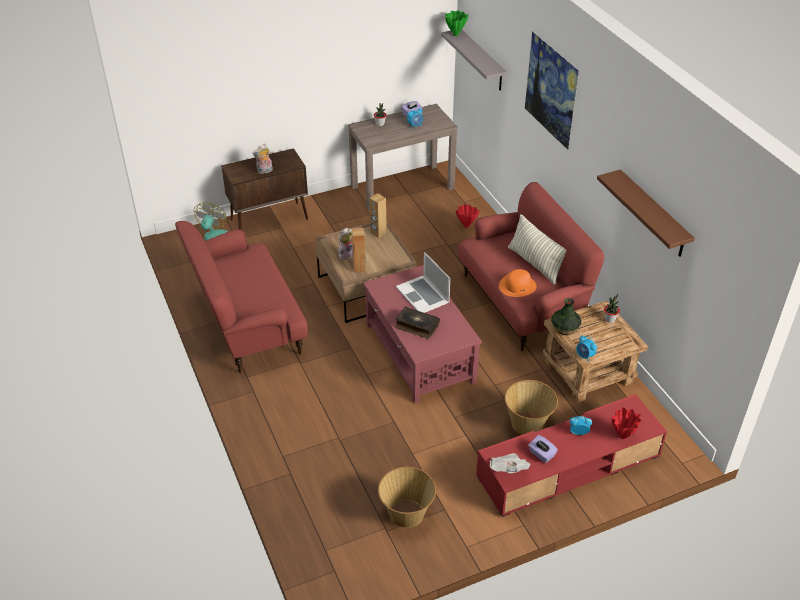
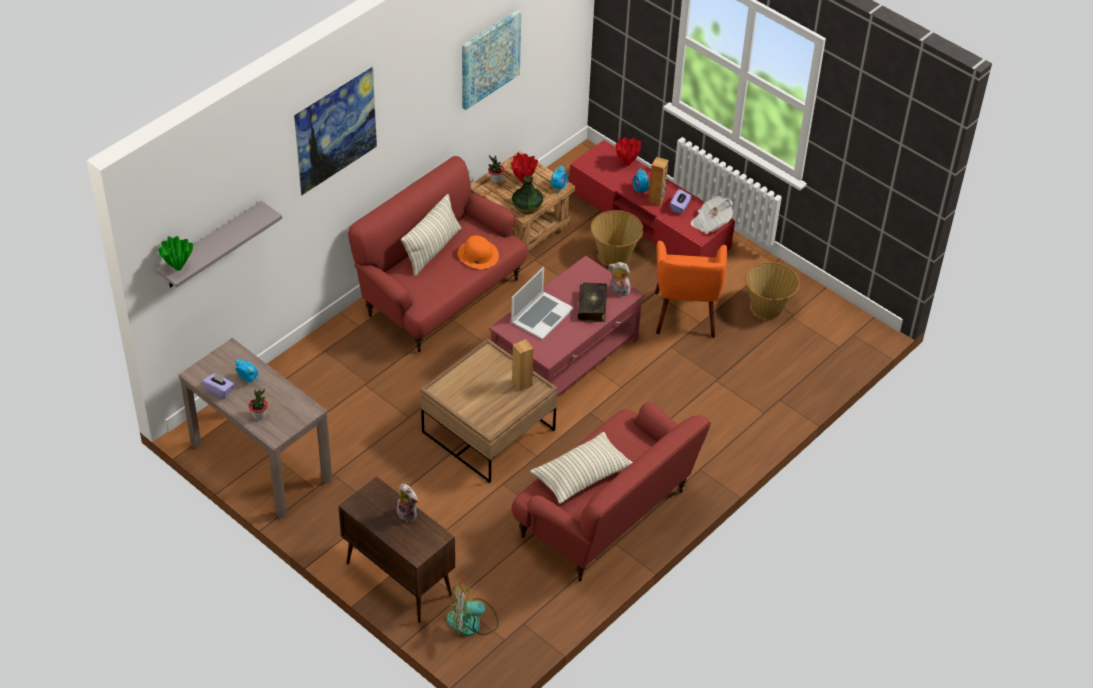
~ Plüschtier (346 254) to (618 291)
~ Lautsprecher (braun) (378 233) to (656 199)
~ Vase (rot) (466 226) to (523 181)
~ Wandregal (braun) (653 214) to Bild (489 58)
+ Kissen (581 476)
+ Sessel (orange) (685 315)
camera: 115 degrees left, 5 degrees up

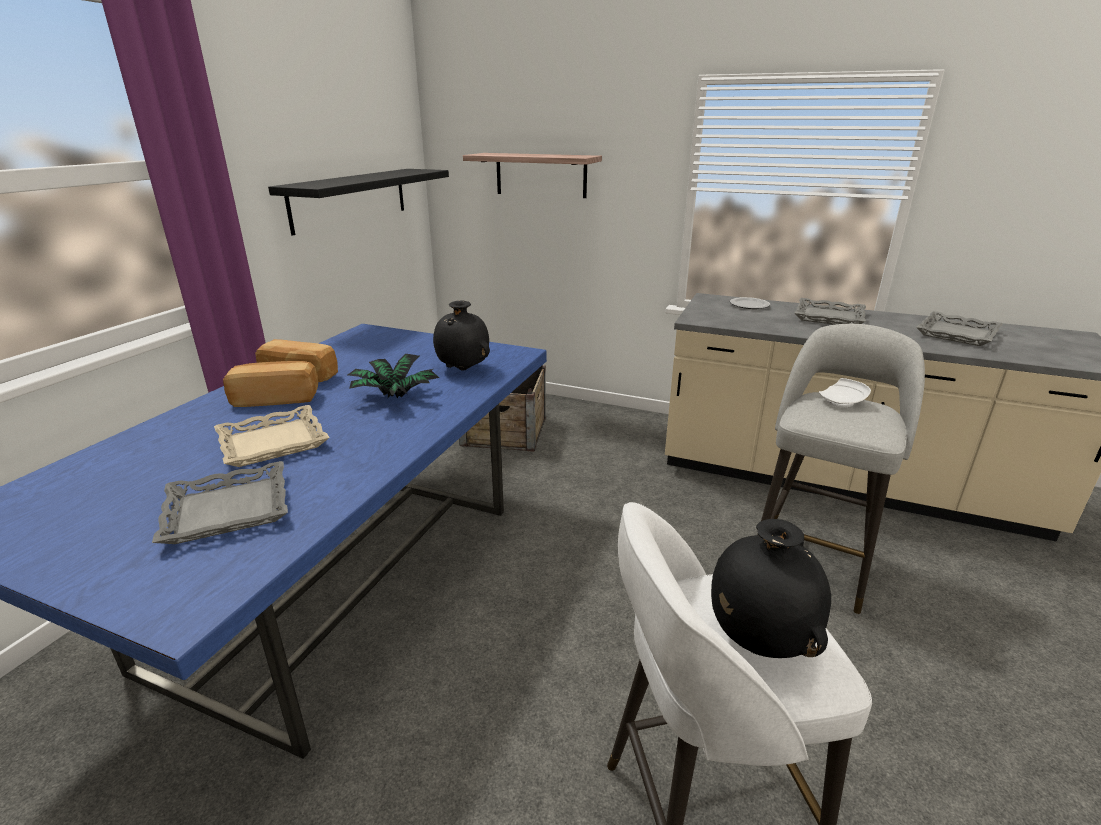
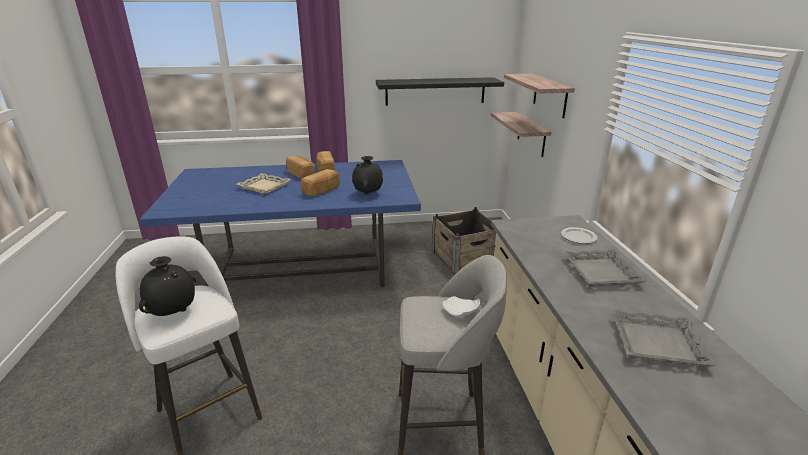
- Tablett (grau) (227 511)
~ Topfpflanze (393 397) to Brot (322 191)
+ Wandregal (531 134)
camera: 60 degrees right, 0 degrees up

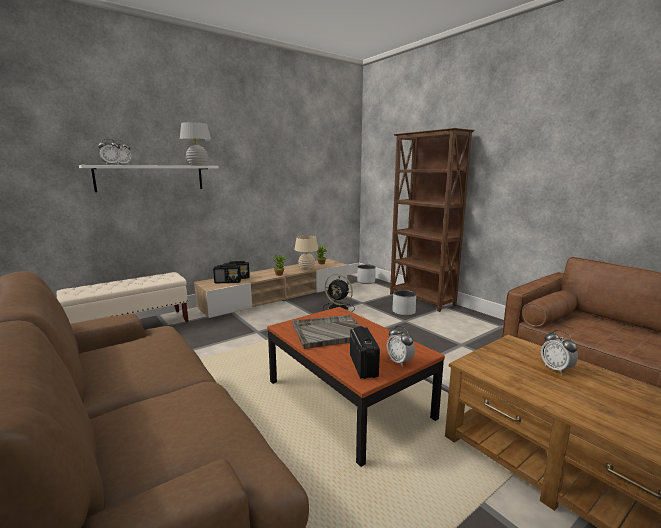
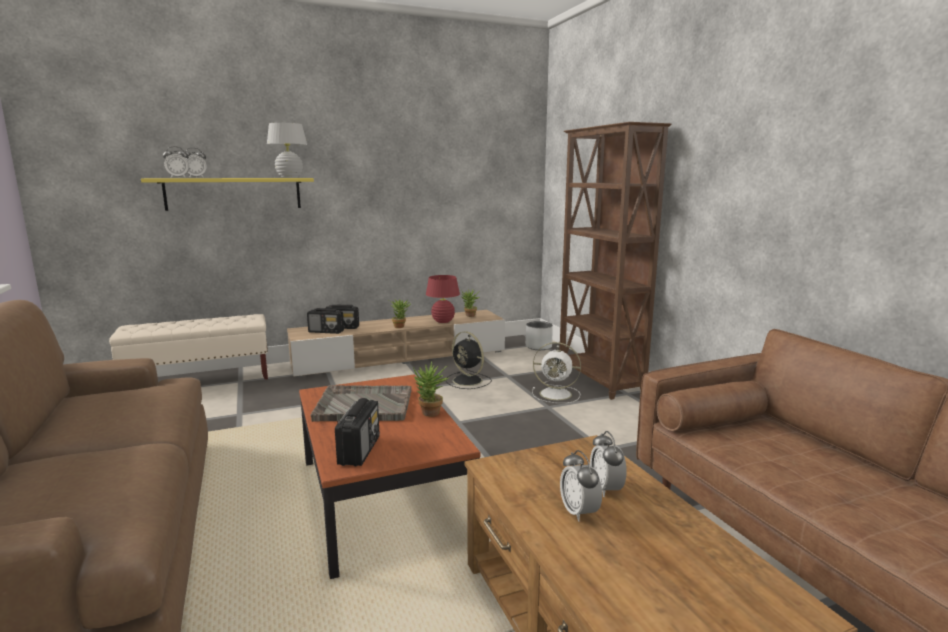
~ Wandregal (weiß) (151 178) to Wandregal (gelb) (234 193)
~ Tischlampe (beige) (306 268) to Tischlampe (rot) (443 321)
~ Wecker (399 362) to (579 512)
~ Pflanzkübel (grau) (403 312) to Ventilator (weiß) (557 394)
+ Topfpflanze (430 414)
camera: 15 degrees right, 0 degrees up

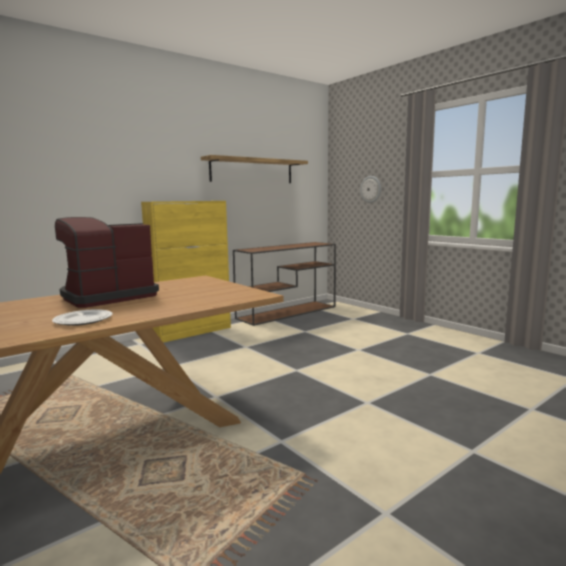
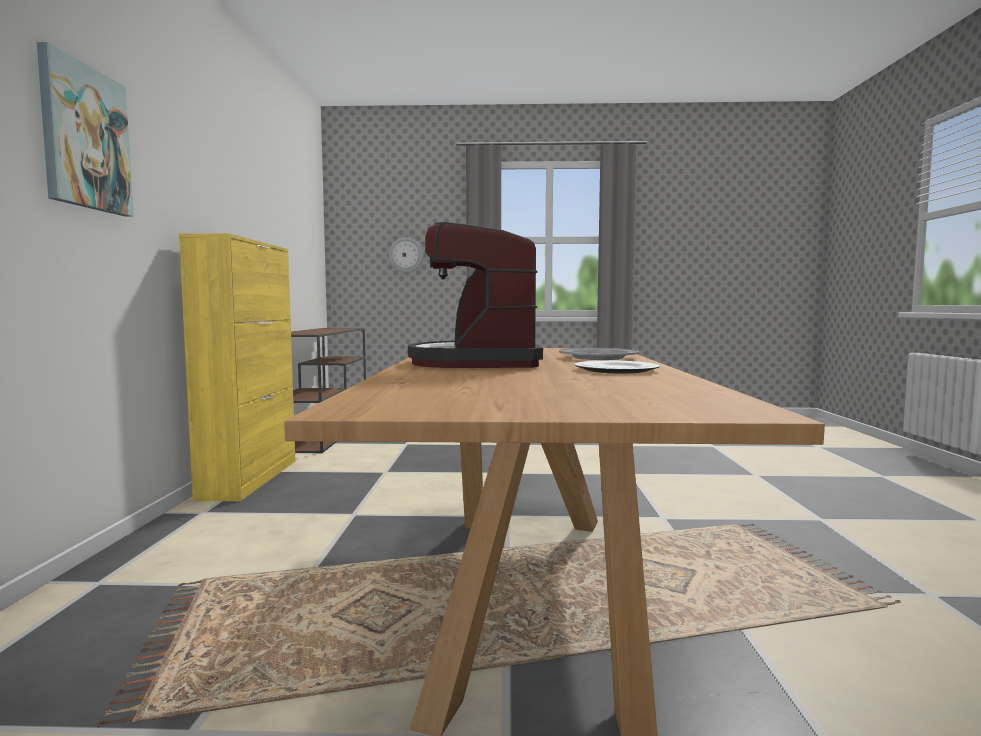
- Wandregal (252 171)
+ Bild (85 138)
+ Teller (grau) (598 358)
camera: 50 degrees left, 5 degrees down

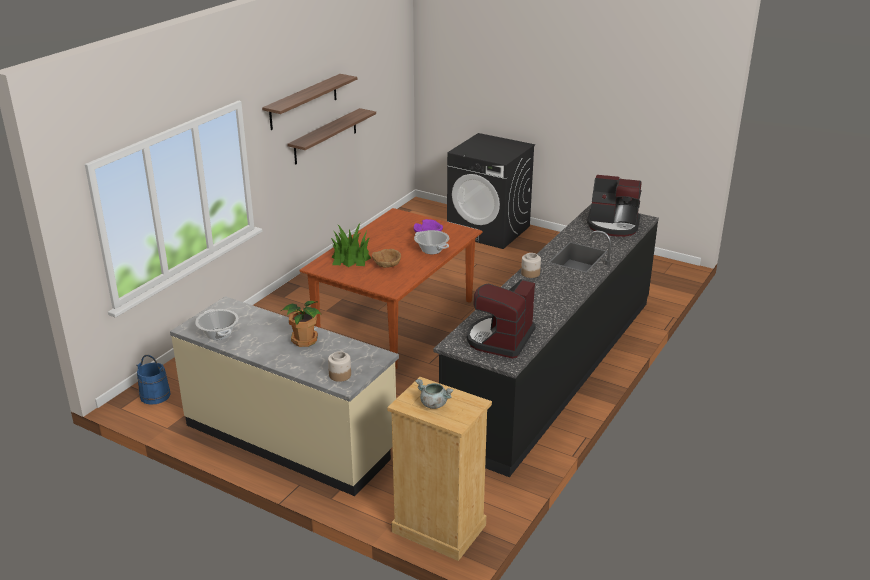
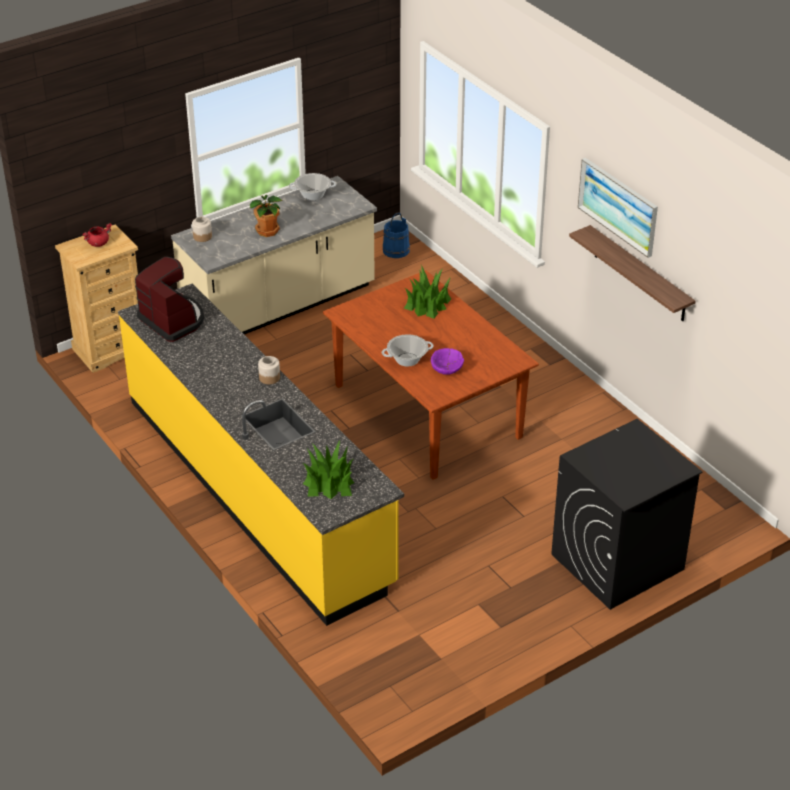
~ Wandregal (303 102) to Bild (618 206)
- Schüssel (braun) (387 264)
~ Kochtopf (grau) (433 404) to Kochtopf (rot) (98 243)
~ Küchenzeile (schwarz) (553 368) to Küchenzeile (gelb) (258 489)
~ Kaffeemaschine (613 225) to Topfpflanze (329 482)
camera: 115 degrees right, 10 degrees up

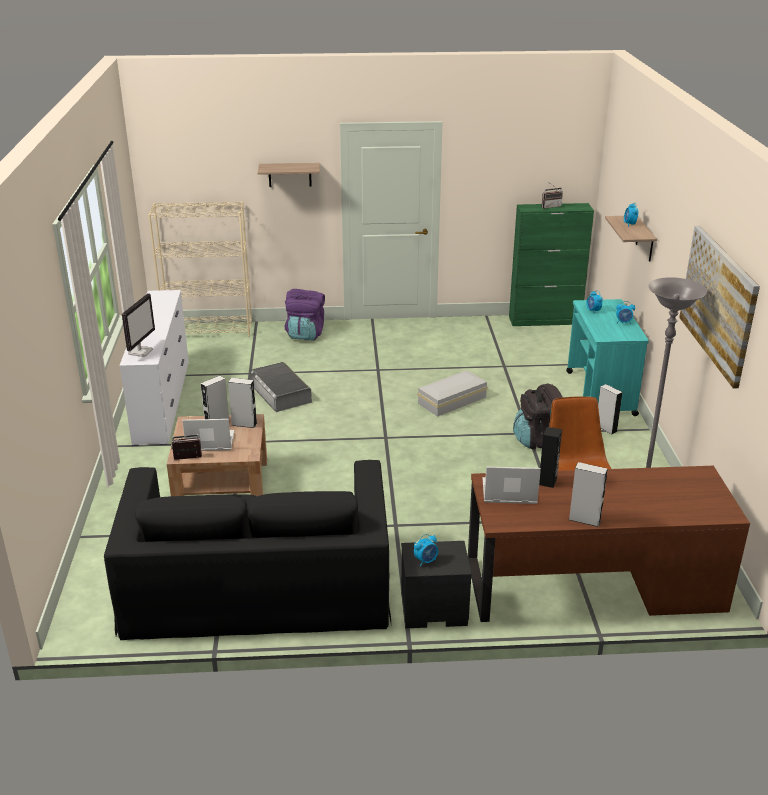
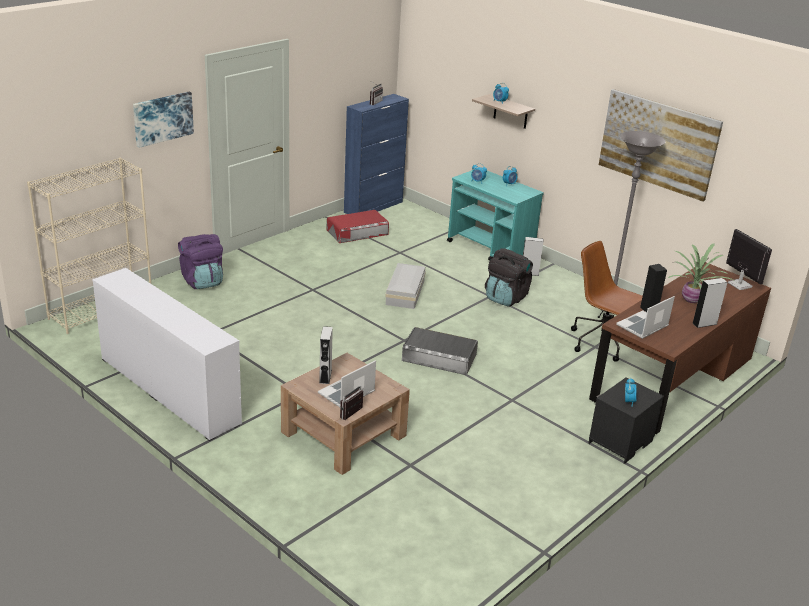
- Sofa (schwarz) (257 584)
~ Monitor (140 351) to (739 284)
- Lautsprecher (grau) (244 424)
~ Aufbewahrungsbox (grau) (281 393) to (439 357)
~ Wandregal (290 174) to Bild (162 118)
~ Schrank (grün) (545 320) to Schrank (blau) (374 207)
+ Aufbewahrungsbox (rot) (357 232)
+ Topfpflanze (692 300)
camera: 45 degrees left, 0 degrees up

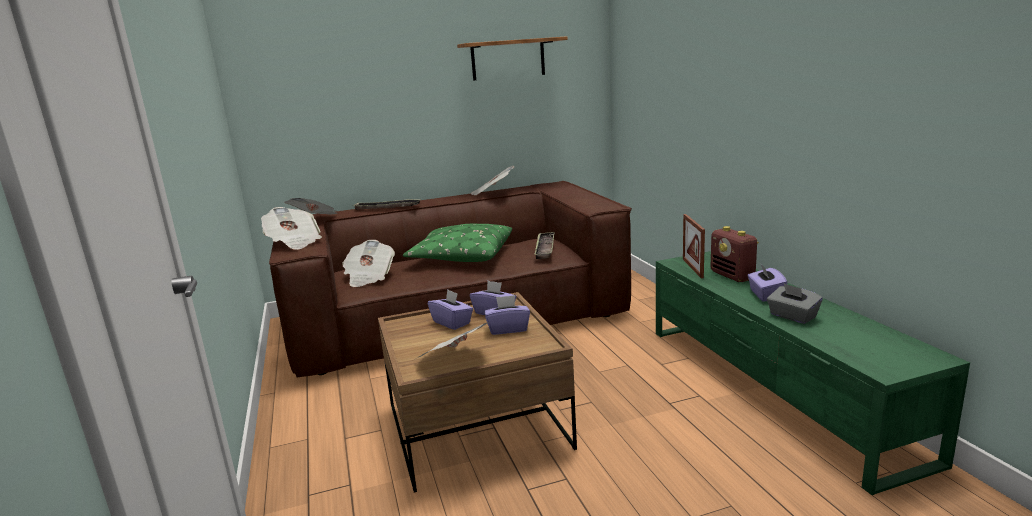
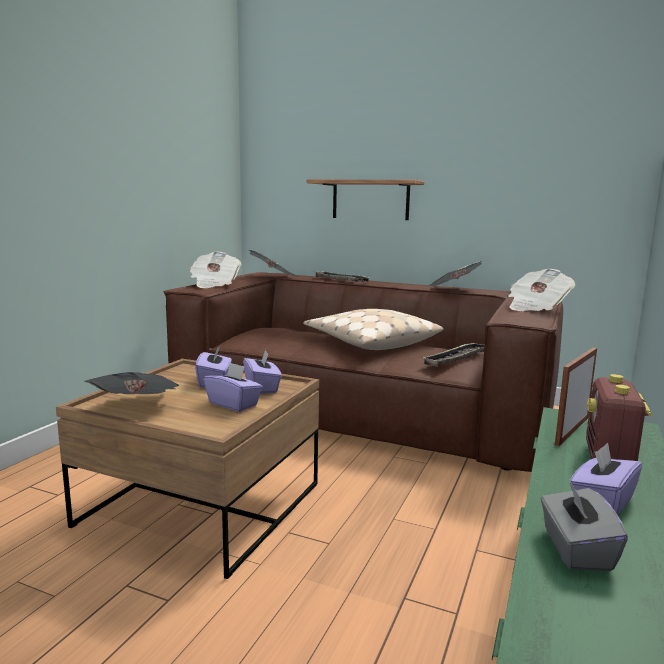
~ Zeitung (369 277) to (536 307)
~ Kissen (grün) (461 256) to Kissen (beige) (371 342)
~ Wandregal (508 59) to (370 200)
camera: 40 degrees right, 5 degrees down

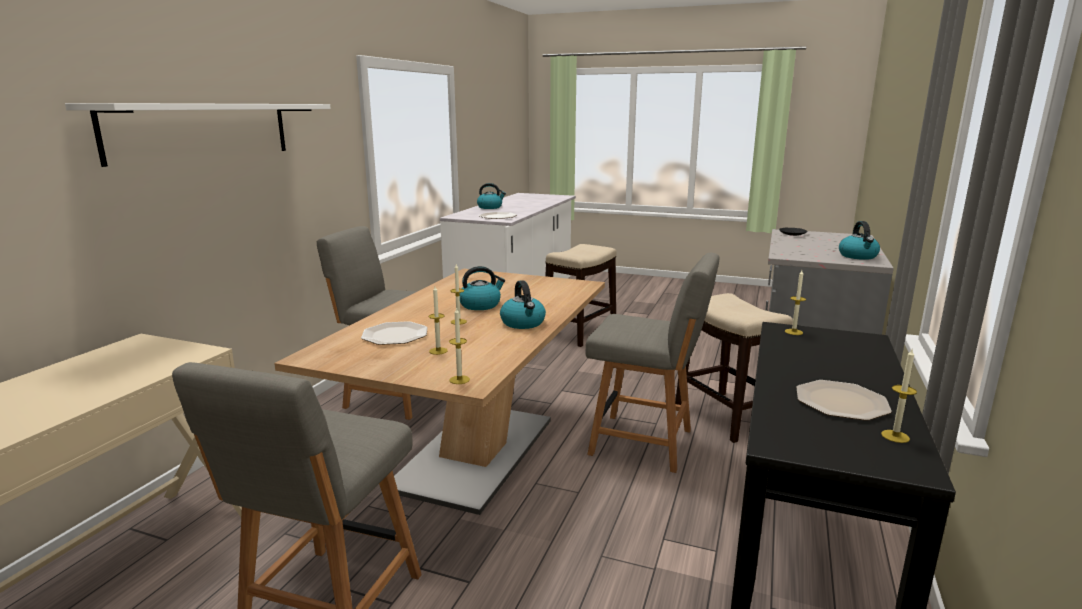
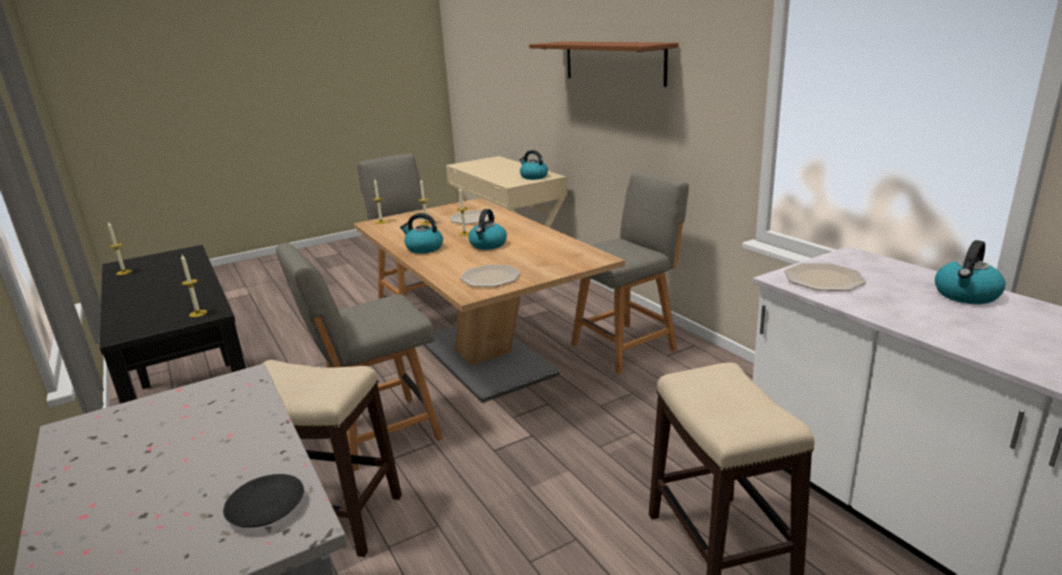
~ Wandregal (weiß) (202 131) to Wandregal (braun) (613 62)
~ Teller (841 402) to (490 277)
~ Wasserkessel (858 256) to (533 177)
camera: 130 degrees right, 5 degrees up

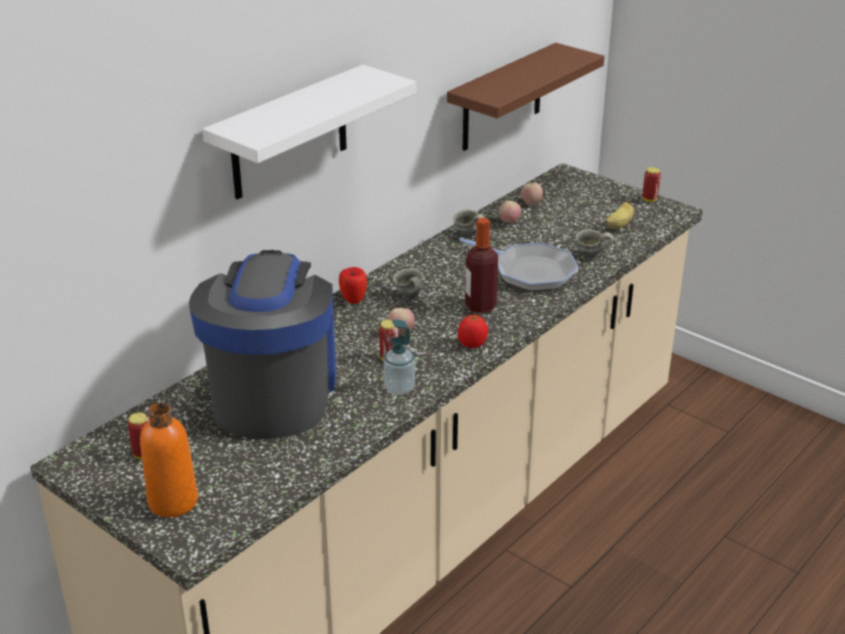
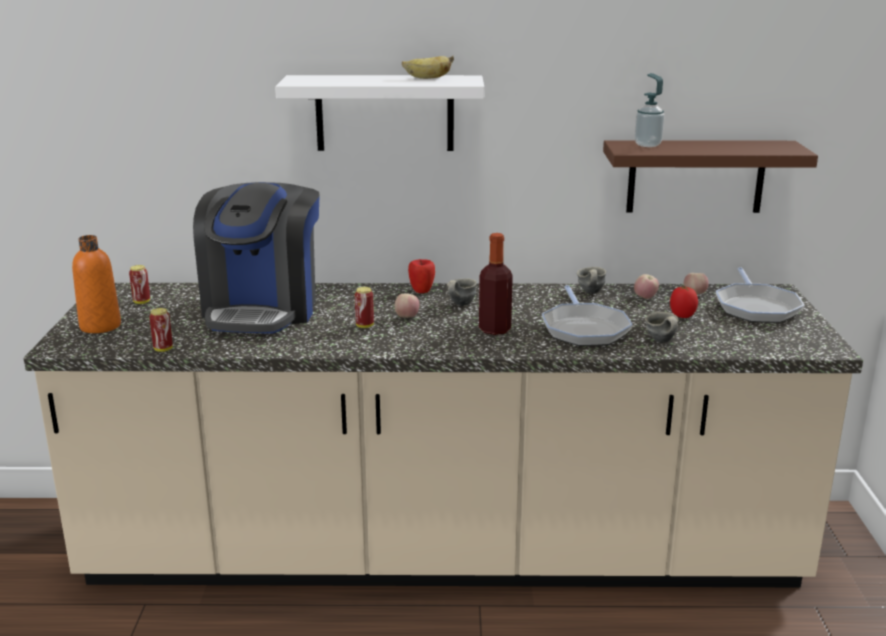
~ Kaffeemaschine (273 393) = (262 309) 135 degrees clockwise
~ Seifenspender (399 388) to (647 145)
~ Tomate (472 344) to (682 315)
~ Banane (619 225) to (427 78)
~ Dose (649 199) to (163 349)
+ Pfanne (756 307)
camera: 50 degrees right, 10 degrees down

